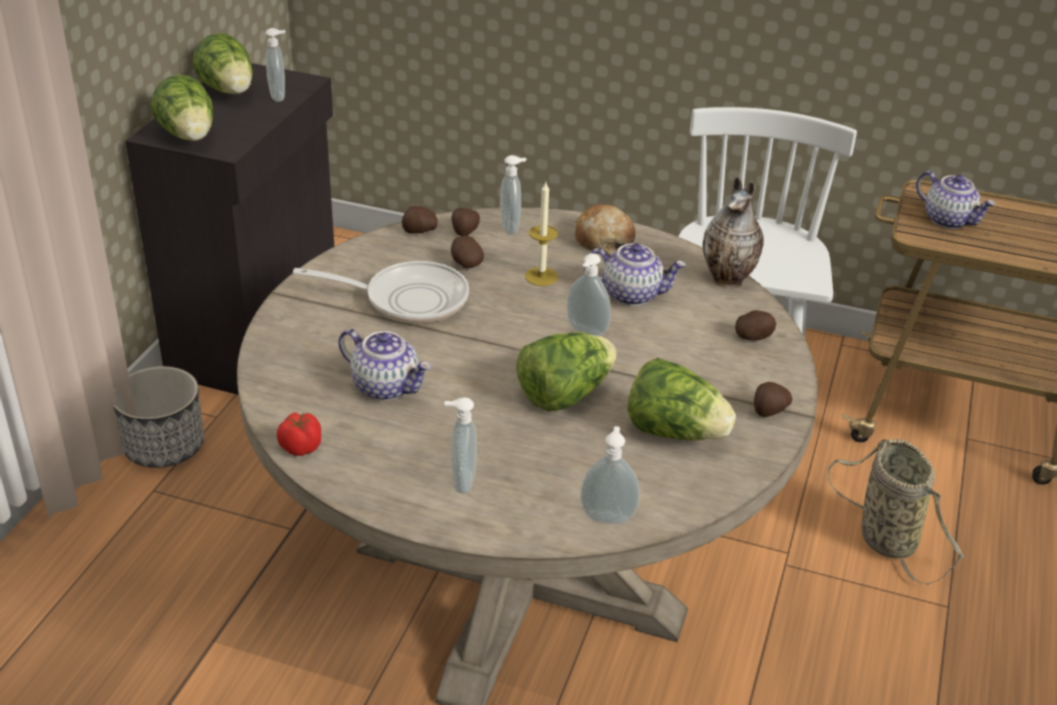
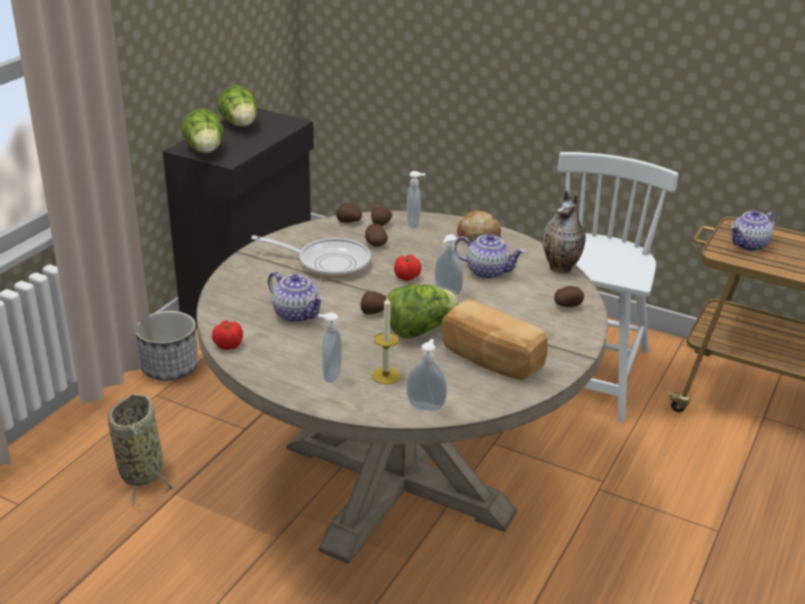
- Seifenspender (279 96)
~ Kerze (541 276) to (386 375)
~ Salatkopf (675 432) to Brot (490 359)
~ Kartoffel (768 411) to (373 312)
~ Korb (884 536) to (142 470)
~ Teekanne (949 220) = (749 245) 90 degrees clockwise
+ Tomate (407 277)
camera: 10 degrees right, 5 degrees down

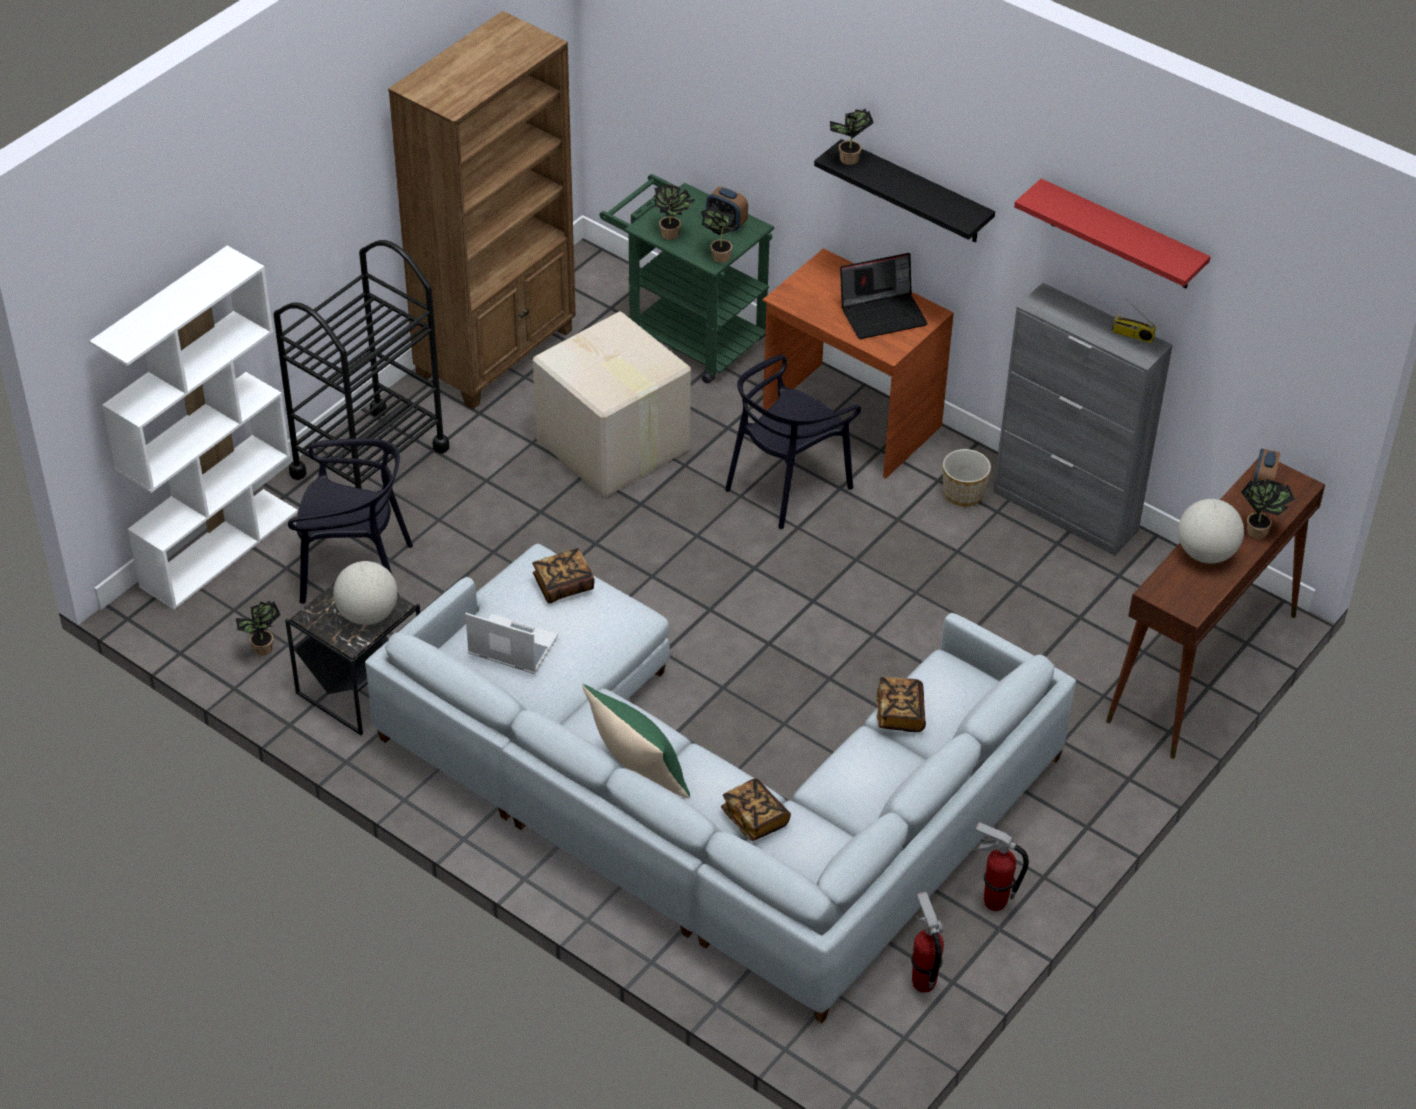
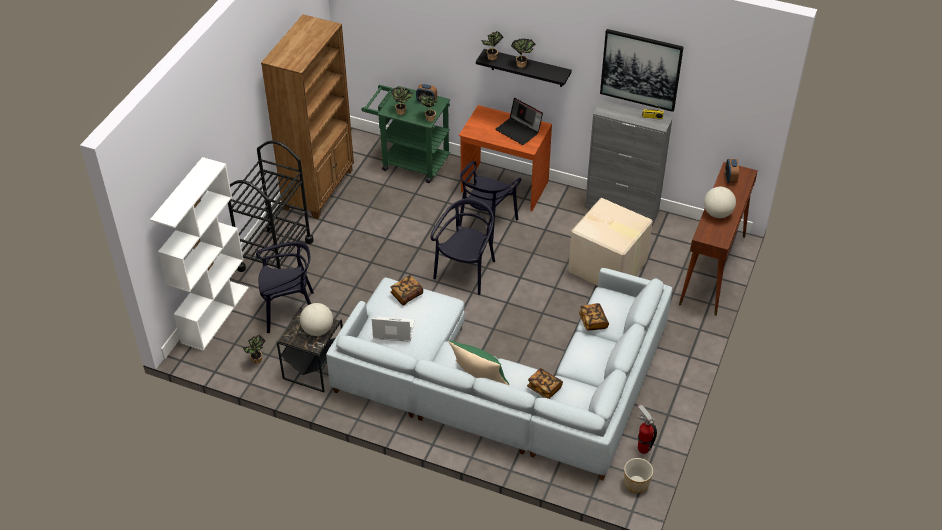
~ Karton (612 447) to (607 268)
~ Laptop (883 313) = (519 130) 75 degrees clockwise
~ Pflanzkübel (962 493) to (636 483)
- Feuerlöscher (994 902)
~ Wandregal (rot) (1121 236) to Bild (641 69)
~ Topfpflanze (1259 530) to (522 64)
+ Stuhl (schwarz) (466 271)
camera: 15 degrees left, 0 degrees up

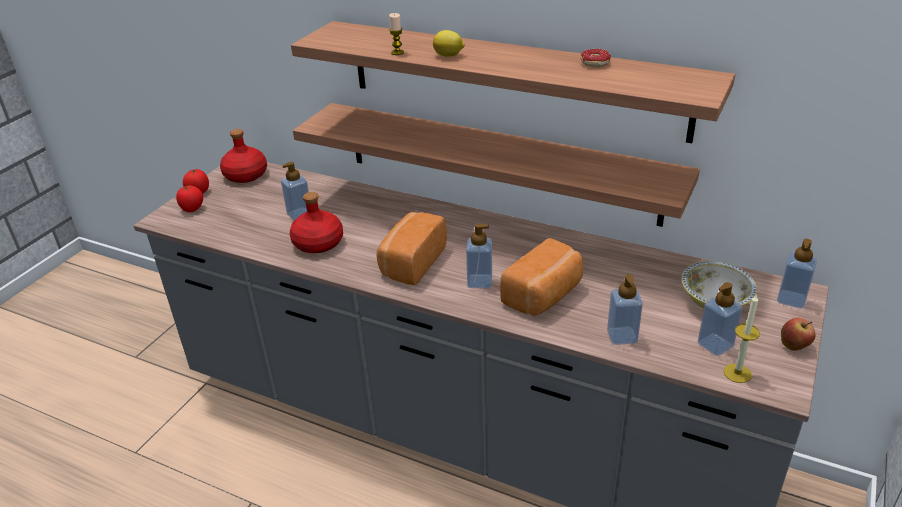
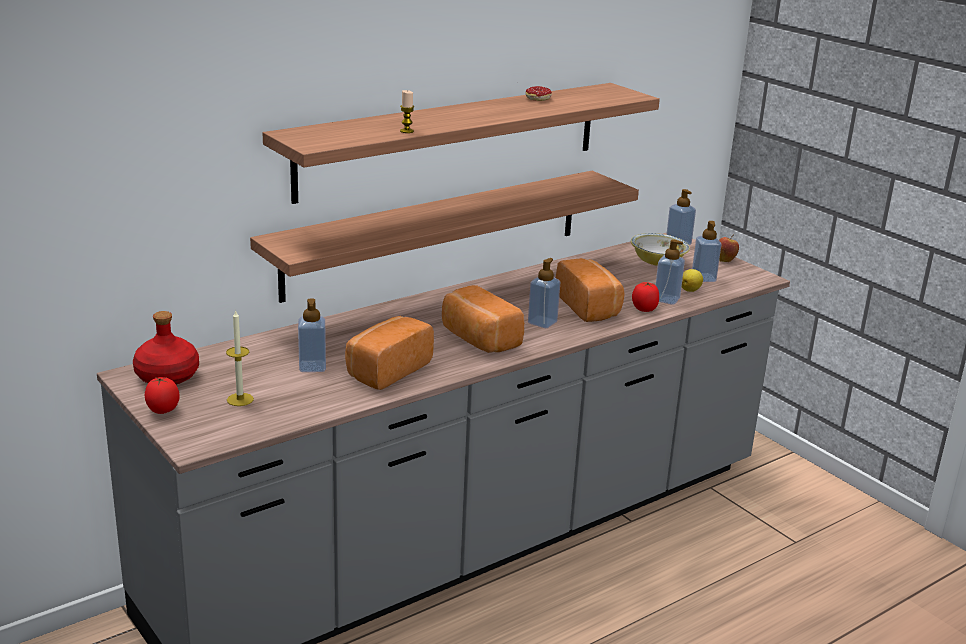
~ Tomate (192 209) to (644 309)
~ Flasche (rot) (318 243) to Brot (386 370)
~ Zitrone (449 55) to (690 290)
~ Kerze (737 373) to (240 399)
camera: 65 degrees left, 10 degrees down

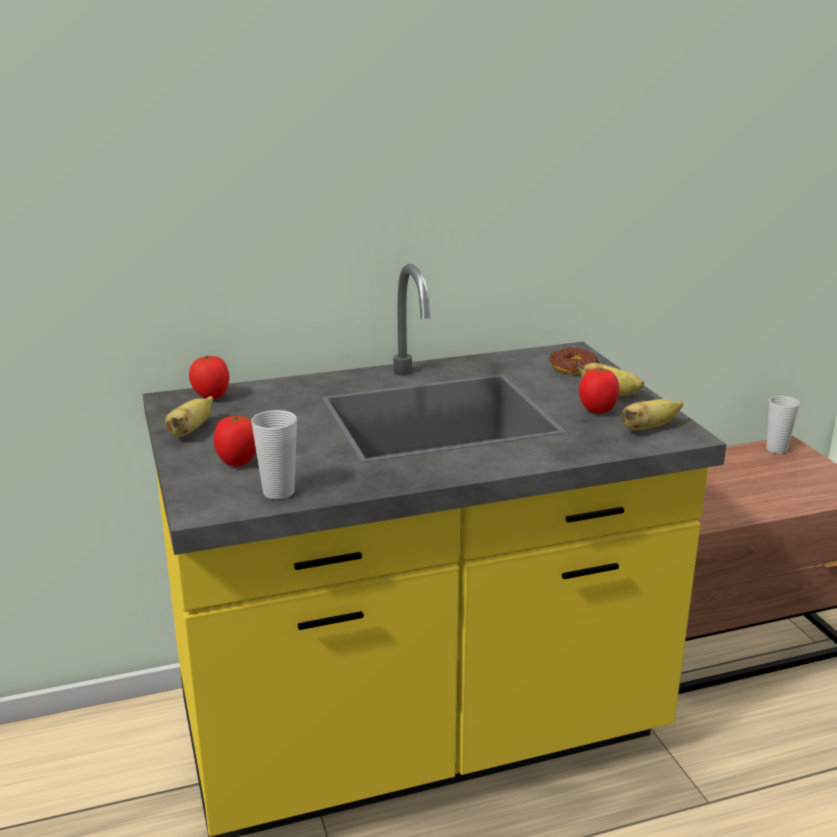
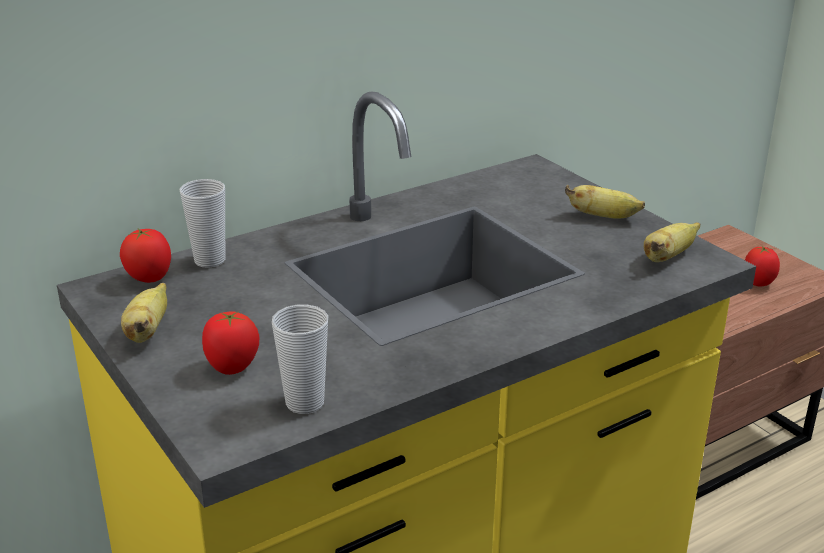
- Donut (573 367)
~ Tomate (597 411) to (758 283)
~ Tasse (776 449) to (209 260)
camera: 15 degrees left, 5 degrees up

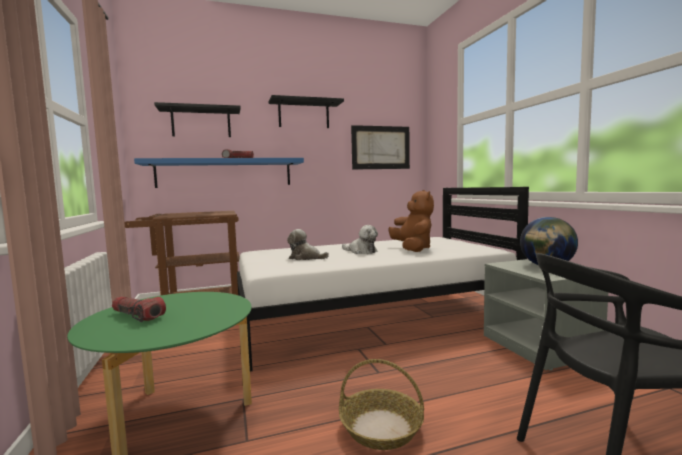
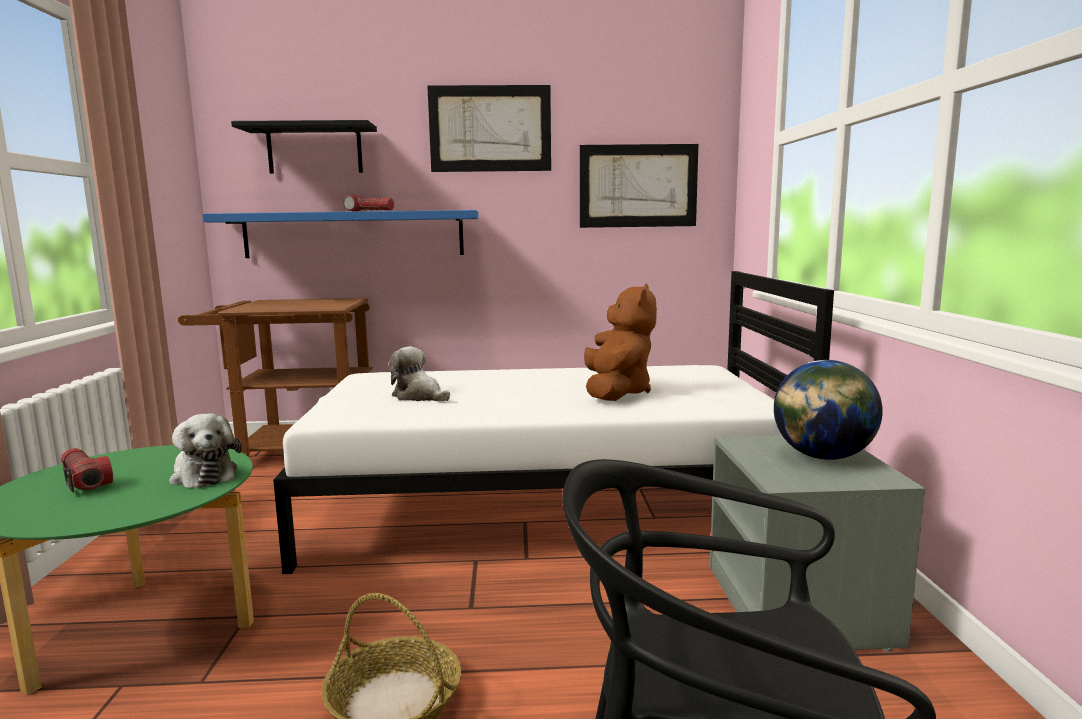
~ Wandregal (schwarz) (304 115) to Bild (490 129)
~ Plüschtier (361 251) to (203 475)
camera: 15 degrees right, 5 degrees up

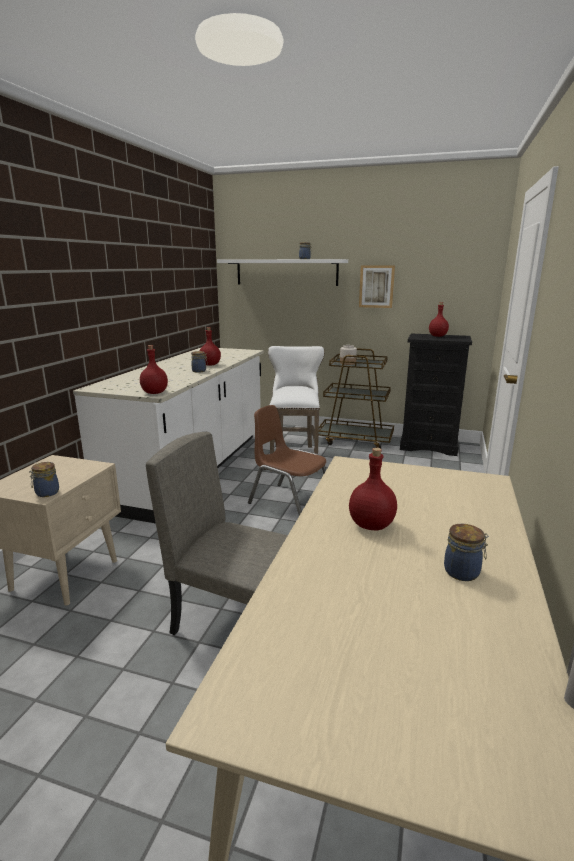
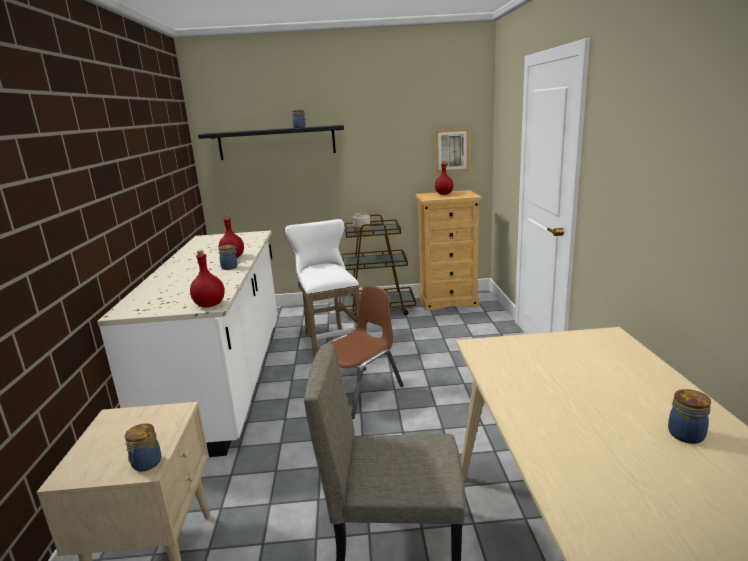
~ Wandregal (weiß) (286 272) to Wandregal (schwarz) (277 142)
~ Stuhl (braun) (290 502) = (359 391) 120 degrees clockwise
- Flasche (rot) (372 525)
~ Bild (376 286) to (451 150)
~ Kommode (schwarz) (429 446) to Kommode (beige) (448 301)
camera: 20 degrees left, 0 degrees up

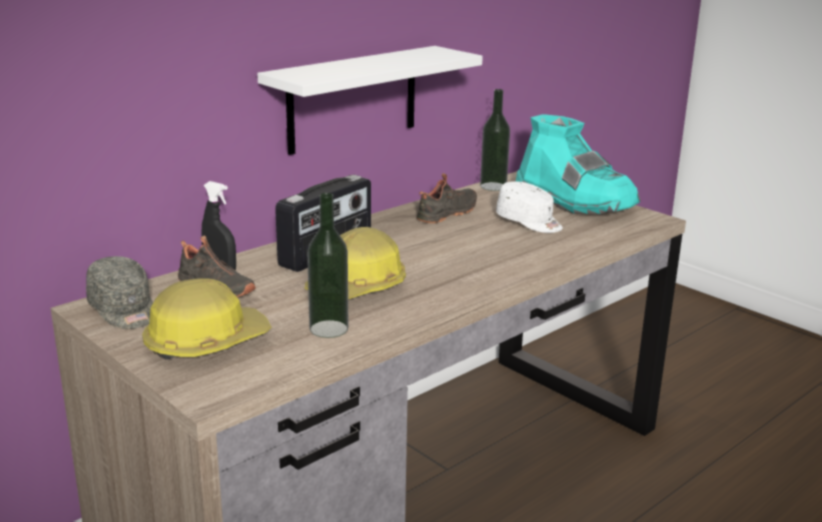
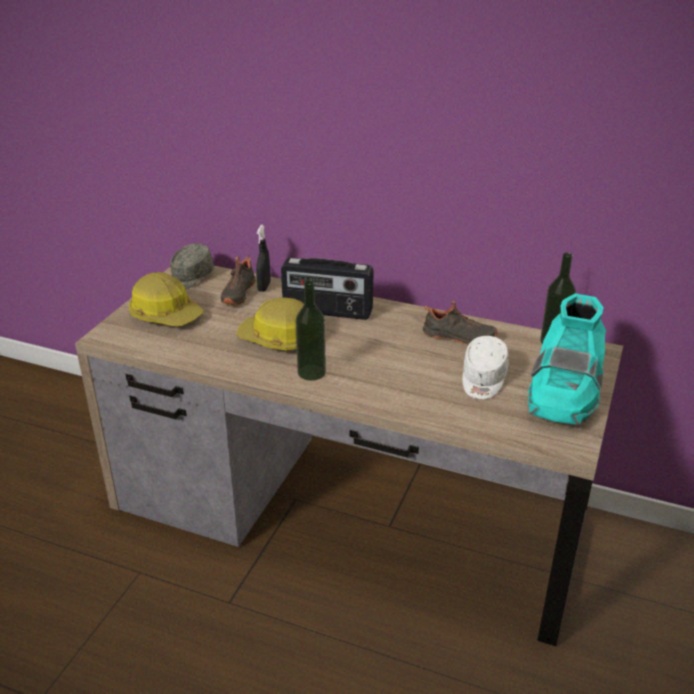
- Wandregal (weiß) (353 99)
~ Flasche (329 329) to (311 372)
camera: 65 degrees right, 10 degrees up

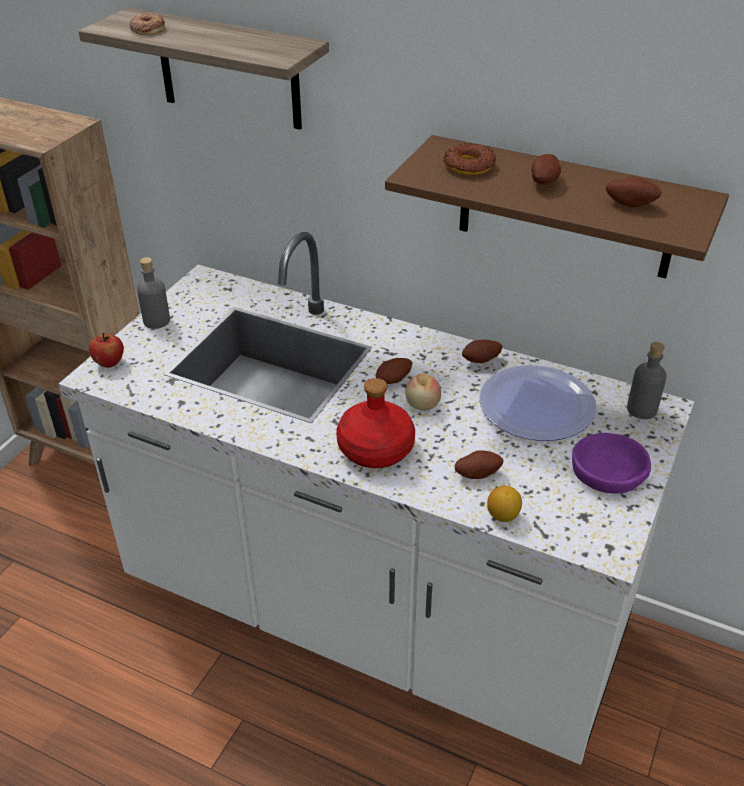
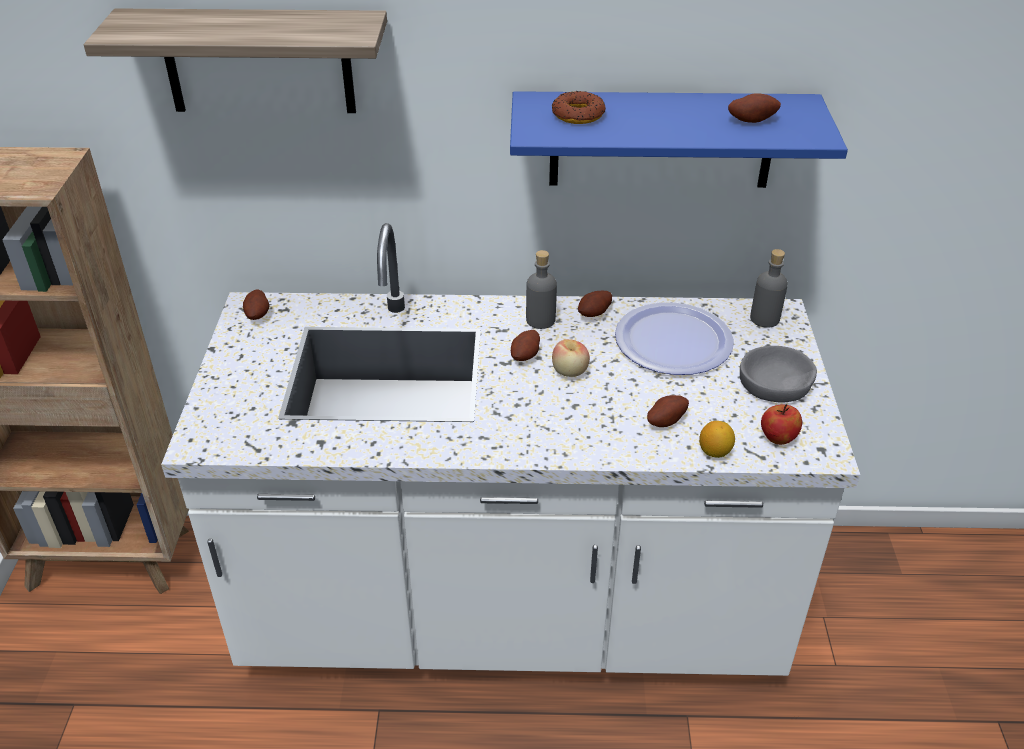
~ Apfel (109 363) to (777 438)
- Donut (147 29)
~ Flasche (grau) (156 321) to (540 320)
- Flasche (rot) (375 449)
~ Wandregal (braun) (565 208) to Wandregal (blau) (661 140)
~ Kartoffel (545 182) to (258 315)
~ Schüssel (lila) (608 471) to Schüssel (grau) (775 383)
camera: 25 degrees left, 0 degrees up

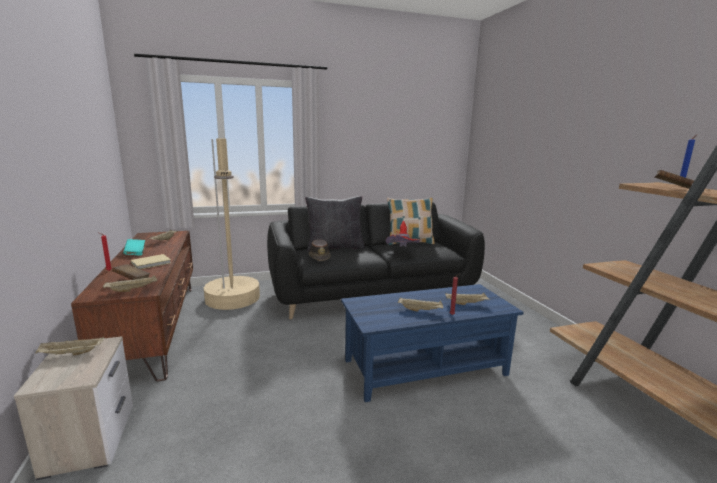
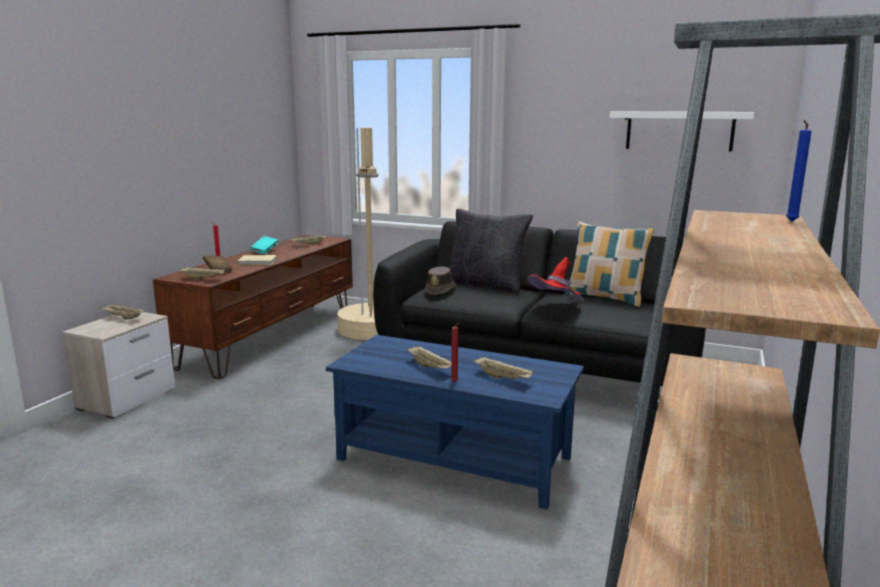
- Buch (braun) (673 189)
+ Wandregal (weiß) (679 130)
camera: 40 degrees right, 0 degrees up

